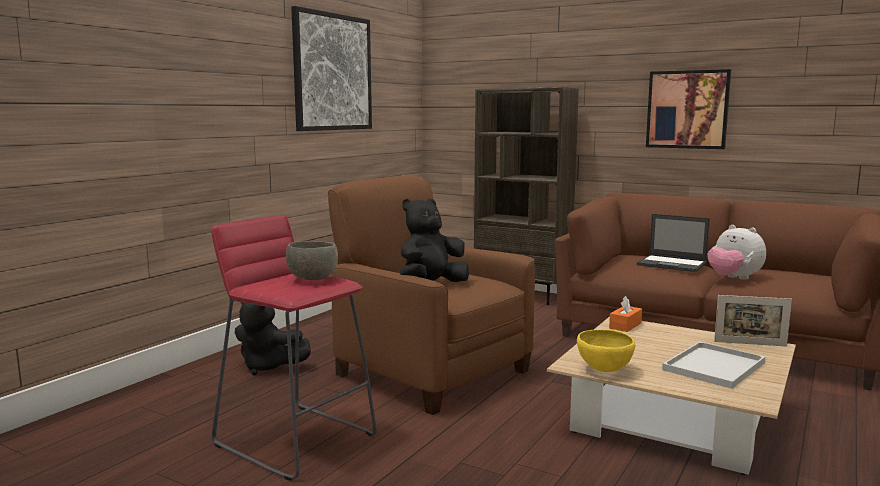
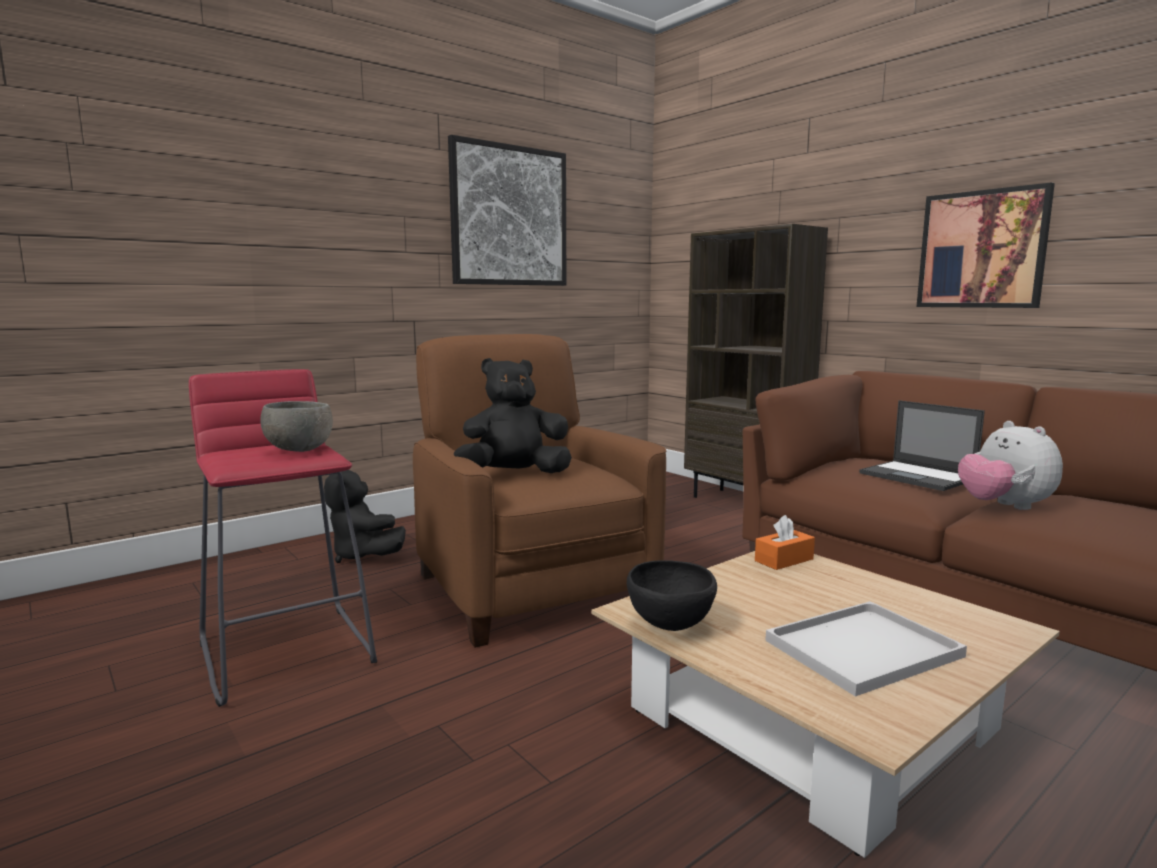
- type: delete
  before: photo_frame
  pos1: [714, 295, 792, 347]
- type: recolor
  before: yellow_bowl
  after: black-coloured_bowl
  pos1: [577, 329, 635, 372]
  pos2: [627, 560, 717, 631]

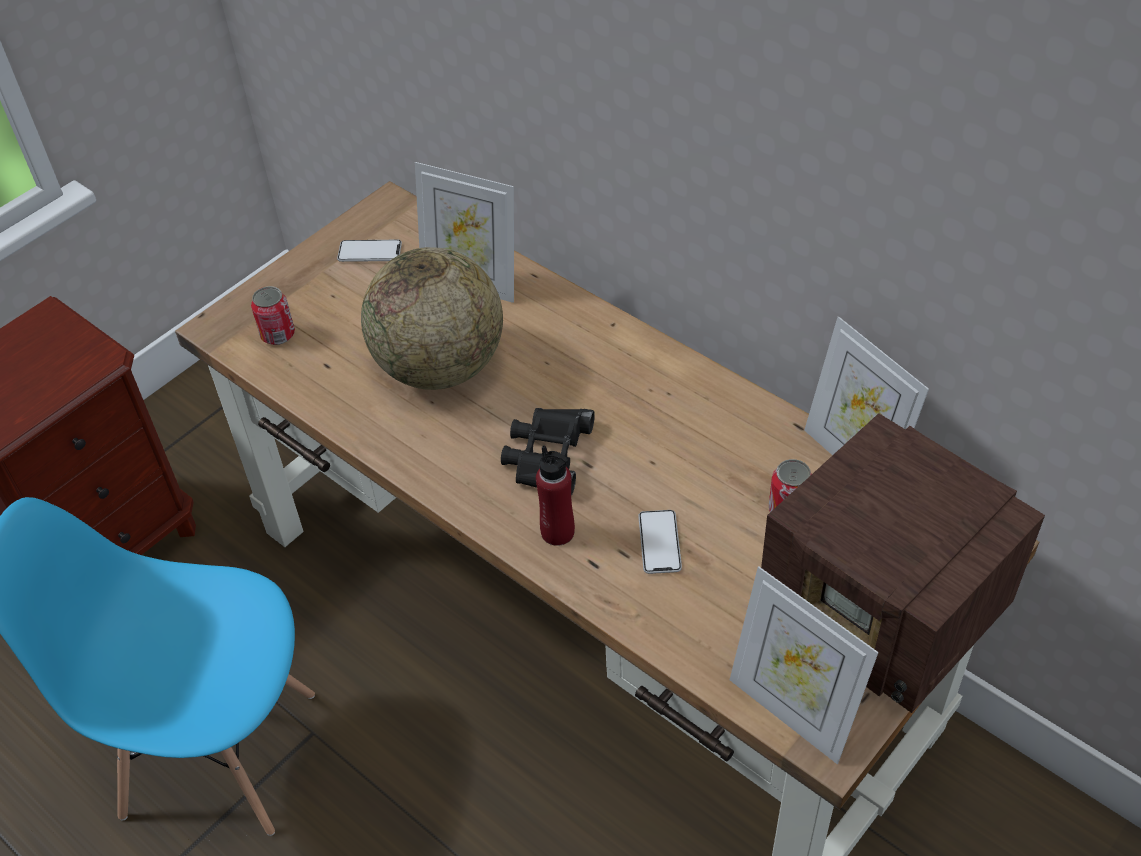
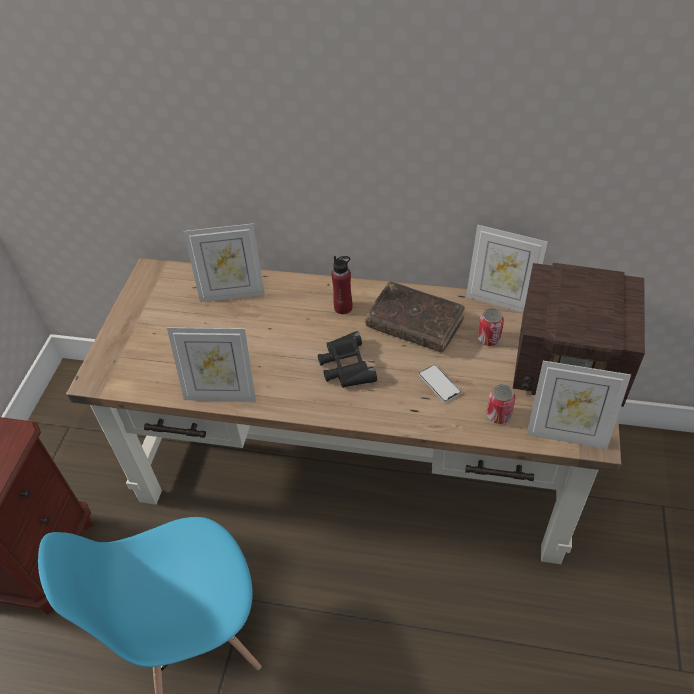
- type: delete
  before: telephone
  pos1: [337, 240, 402, 262]
- type: delete
  before: world_globe
  pos1: [361, 247, 503, 390]
- type: insert
  after: photo_frame
  pos2: [167, 327, 256, 402]
- type: insert
  after: brown_bound_book
  pos2: [365, 282, 465, 353]
- type: move
  before: sealed_can
  pos1: [251, 286, 295, 345]
  pos2: [486, 384, 516, 424]
- type: move
  before: reddish_bottle
  pos1: [536, 445, 575, 546]
  pos2: [331, 256, 352, 314]

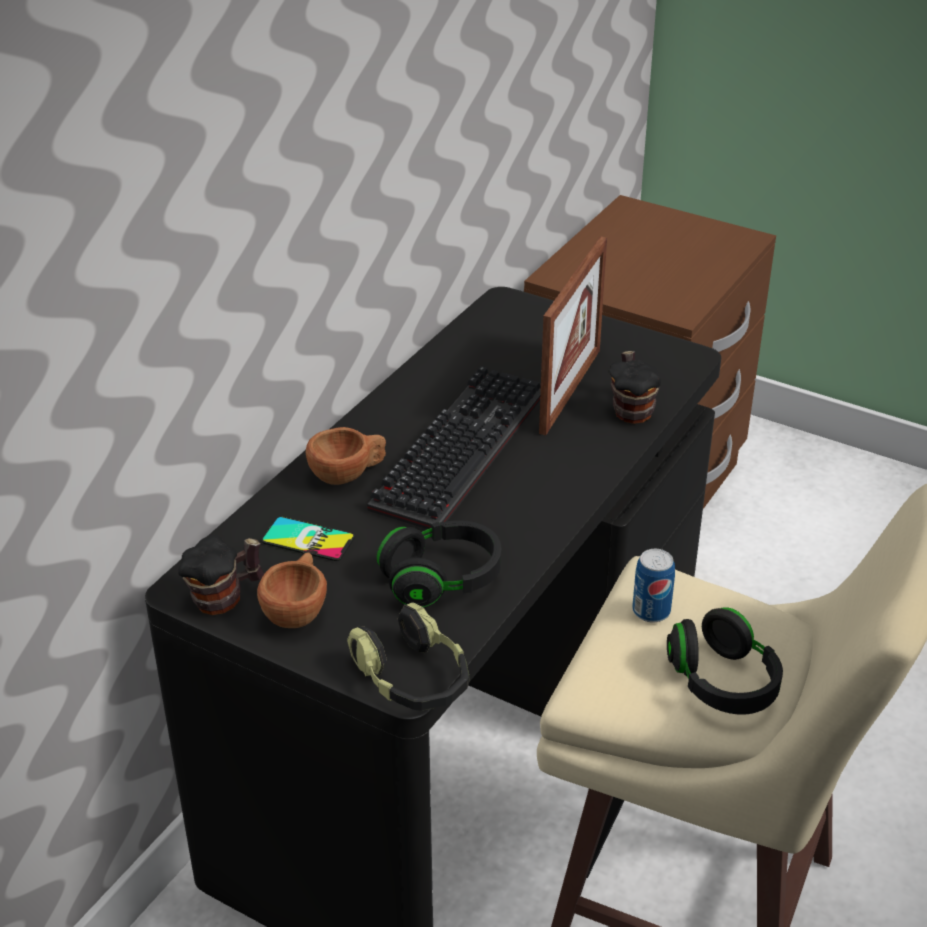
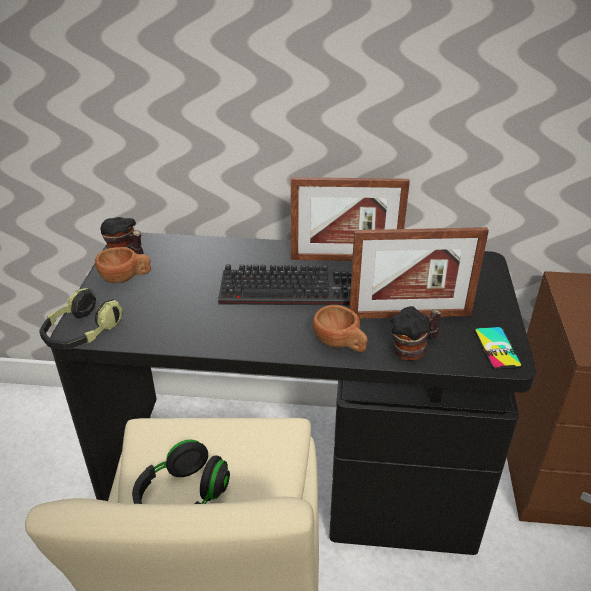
- type: delete
  before: black-coloured_pair_of_headphones
  pos1: [377, 520, 501, 607]
- type: delete
  before: sealed_can
  pos1: [632, 549, 675, 623]
- type: insert
  after: photo_frame
  pos2: [291, 177, 410, 261]
- type: move
  before: telephone
  pos1: [261, 517, 355, 561]
  pos2: [474, 327, 522, 370]
- type: move
  before: brown_small_cup
  pos1: [306, 427, 386, 485]
  pos2: [313, 305, 368, 352]

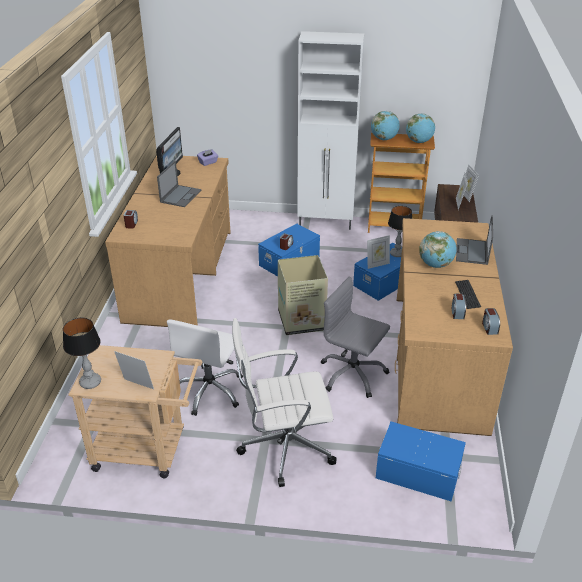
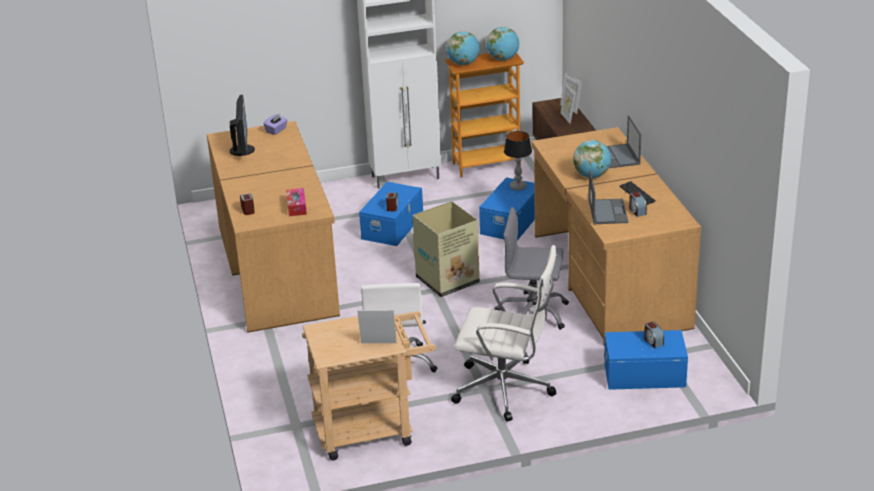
- type: delete
  before: table_lamp
  pos1: [63, 318, 101, 389]
- type: delete
  before: photo_frame
  pos1: [367, 235, 390, 269]
- type: insert
  after: box_of_tissues
  pos2: [286, 188, 307, 216]
- type: move
  before: notebook_computer
  pos1: [157, 161, 201, 207]
  pos2: [589, 170, 629, 224]
- type: move
  before: bedside_clock
  pos1: [482, 308, 500, 335]
  pos2: [644, 322, 664, 349]
- type: rotate
  before: white-coloured_desk_chair
  pos1: [232, 318, 337, 487]
  pos2: [451, 245, 557, 422]
  turn: -135

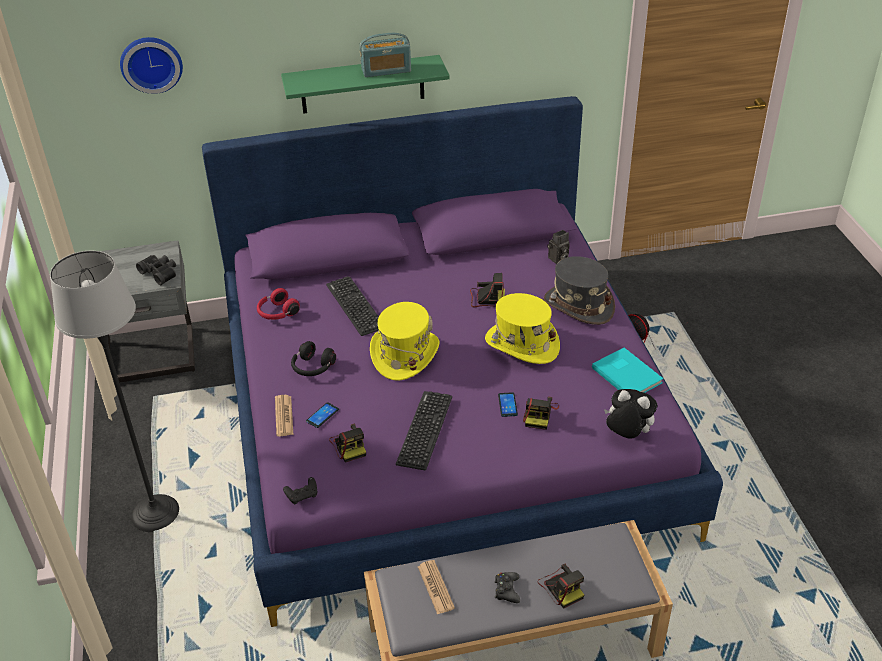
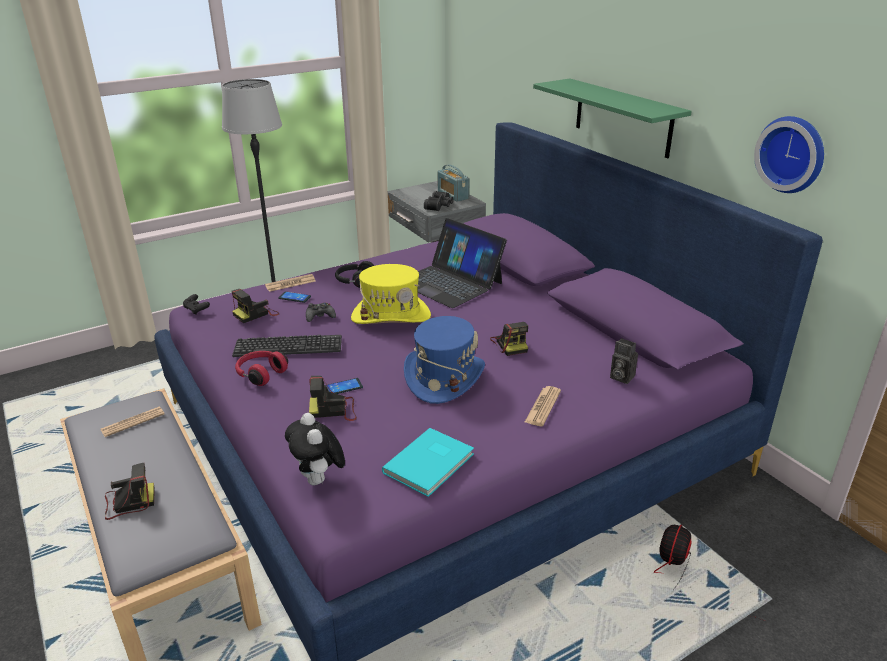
- type: move
  before: hanging_clock
  pos1: [120, 37, 183, 94]
  pos2: [754, 116, 824, 193]
- type: move
  before: reddish_pair_of_headphones
  pos1: [257, 288, 300, 320]
  pos2: [235, 351, 288, 386]
- type: move
  before: radio
  pos1: [360, 33, 411, 77]
  pos2: [437, 164, 469, 202]
- type: move
  before: black-coloured_gamepad
  pos1: [494, 572, 520, 603]
  pos2: [306, 302, 336, 322]
- type: replace
  before: computer_keyboard
  after: notebook_computer
  pos1: [326, 276, 379, 336]
  pos2: [417, 218, 507, 308]
- type: replace
  before: greyish_clothing_hat
  after: printed_paper
  pos1: [544, 256, 615, 325]
  pos2: [525, 386, 561, 426]
- type: recolor
  before: yellow_clothing_hat
  after: bluish_clothing_hat
  pos1: [485, 293, 560, 364]
  pos2: [404, 316, 485, 404]
- type: rotate
  before: photo_camera
  pos1: [537, 563, 584, 609]
  pos2: [105, 463, 155, 520]
  turn: -150
- type: rotate
  before: soft_toy
  pos1: [604, 389, 657, 439]
  pos2: [285, 413, 345, 485]
  turn: 150

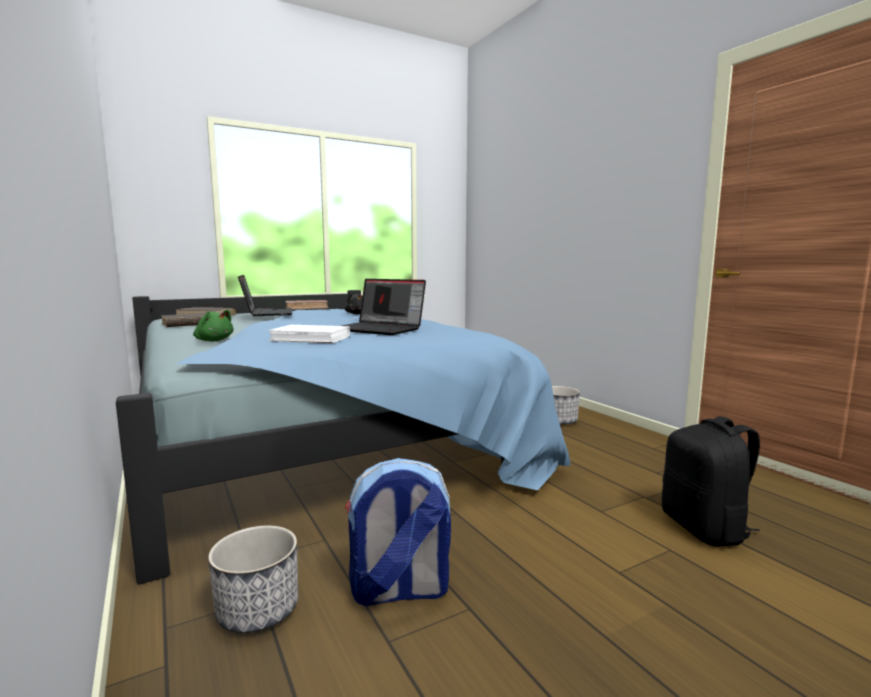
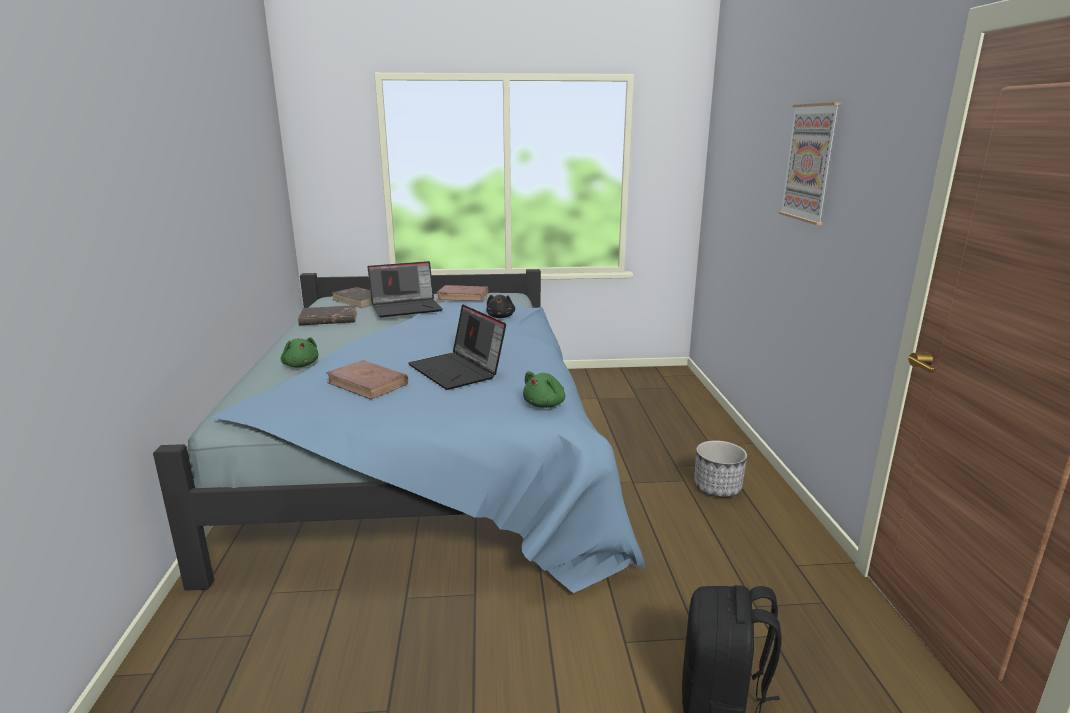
- type: delete
  before: planter
  pos1: [208, 526, 298, 633]
- type: delete
  before: rucksack
  pos1: [345, 458, 451, 606]
- type: insert
  after: greenish_soft_toy
  pos2: [523, 371, 565, 408]
- type: insert
  after: wall_art
  pos2: [779, 102, 841, 225]
- type: recolor
  before: white-coloured_bound_book
  after: brown_bound_book
  pos1: [268, 325, 350, 343]
  pos2: [326, 360, 408, 399]
- type: rotate
  before: notebook_computer
  pos1: [238, 275, 292, 316]
  pos2: [368, 261, 443, 317]
  turn: 60

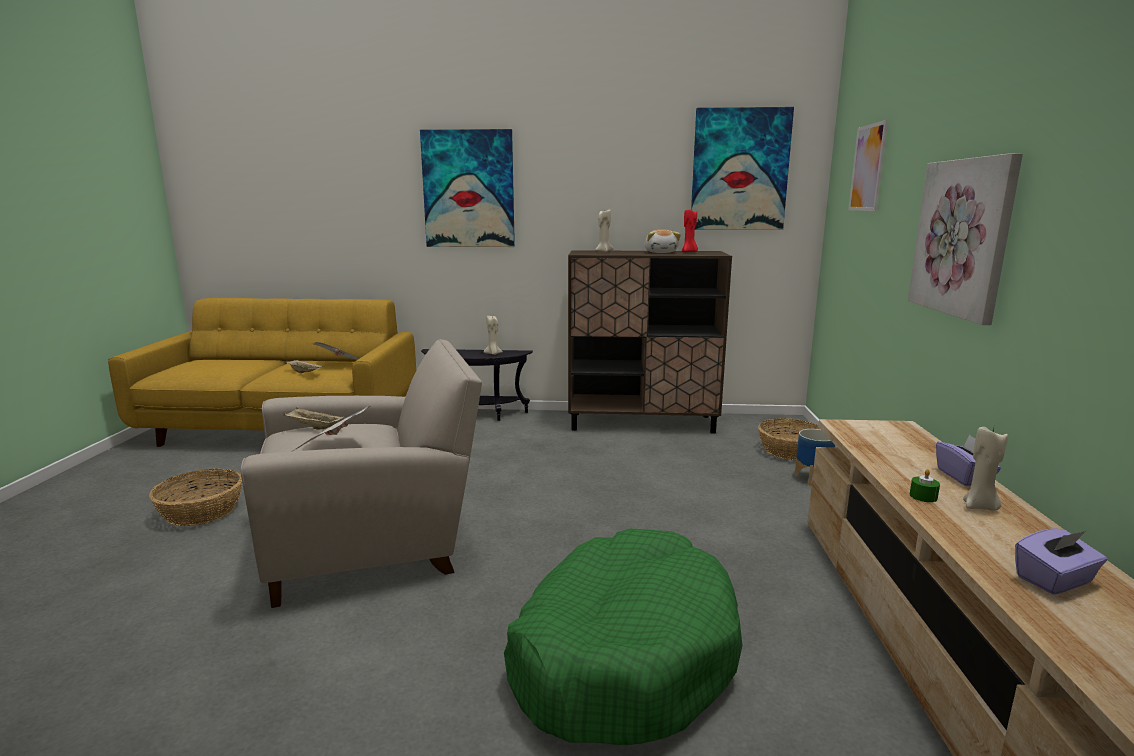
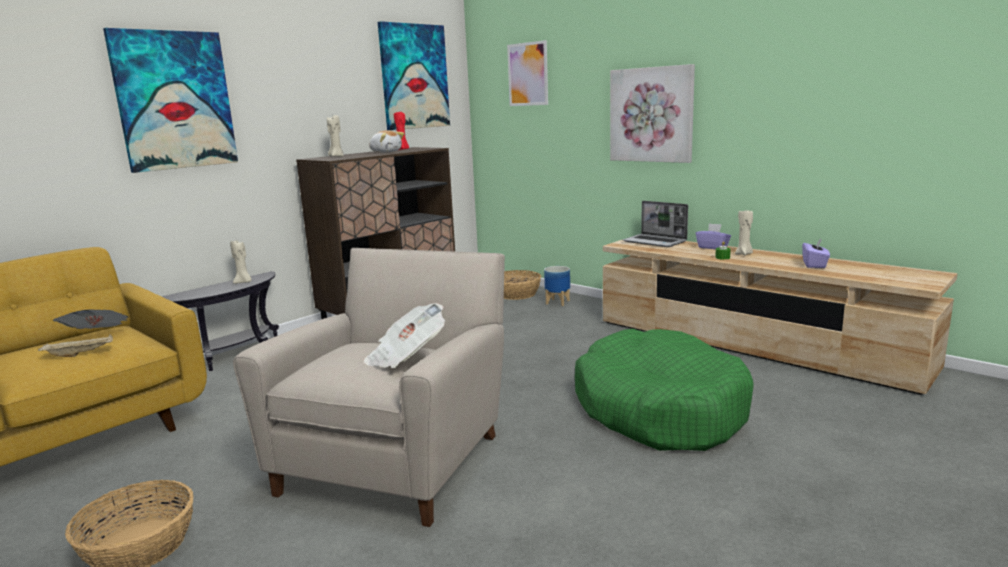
- type: delete
  before: beige-coloured_tray
  pos1: [283, 408, 345, 429]
- type: insert
  after: notebook_computer
  pos2: [623, 201, 688, 247]

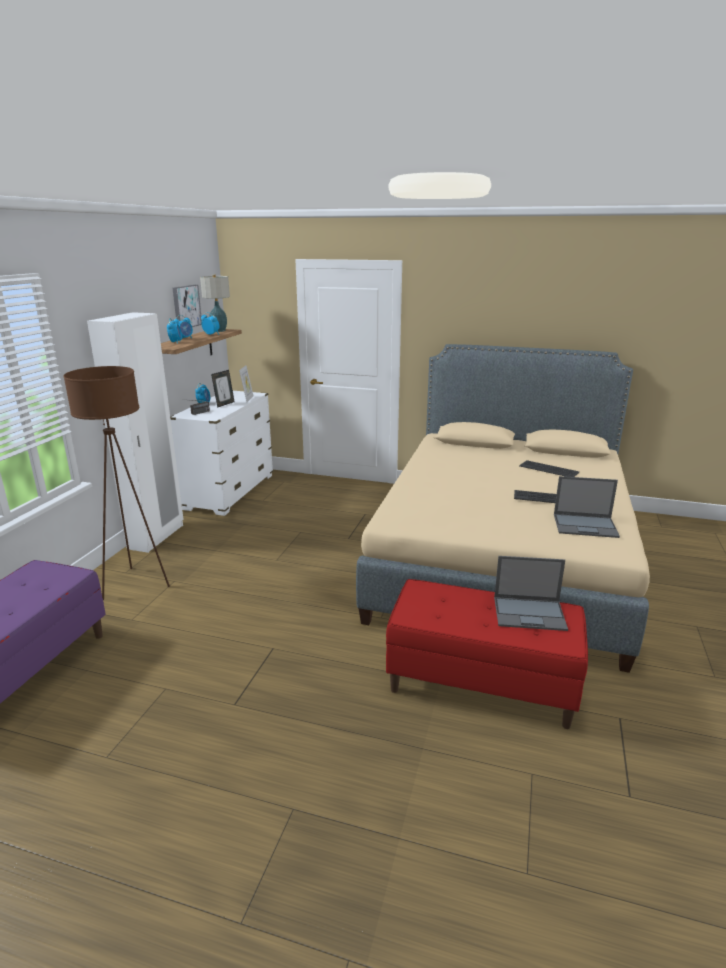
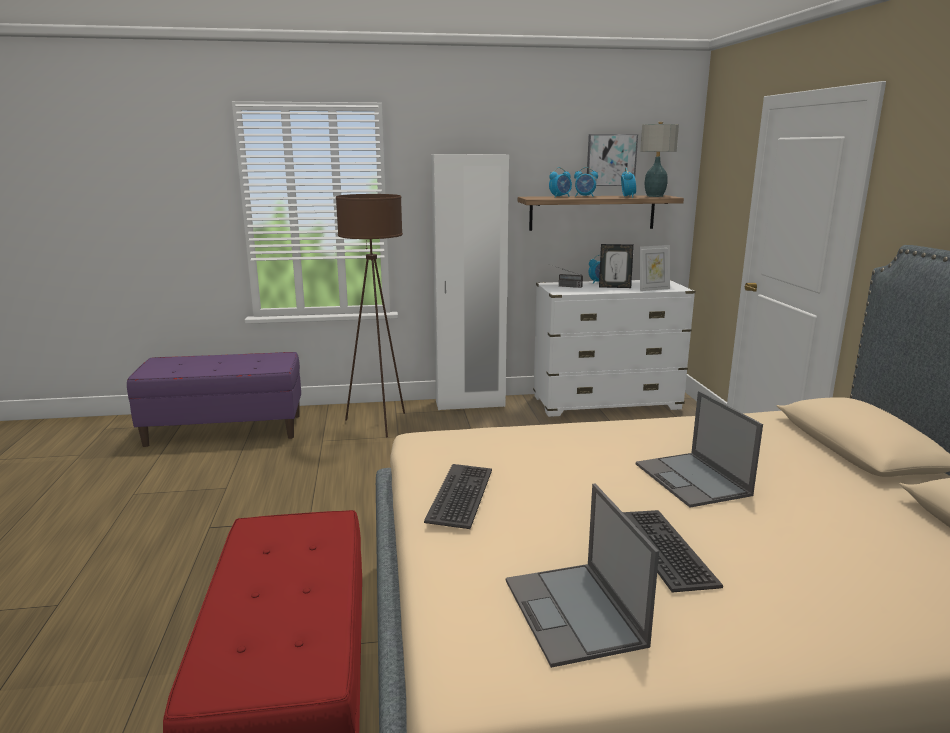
- type: move
  before: notebook_computer
  pos1: [494, 556, 568, 631]
  pos2: [636, 391, 763, 508]
- type: move
  before: computer_keyboard
  pos1: [519, 460, 579, 477]
  pos2: [424, 464, 492, 529]

